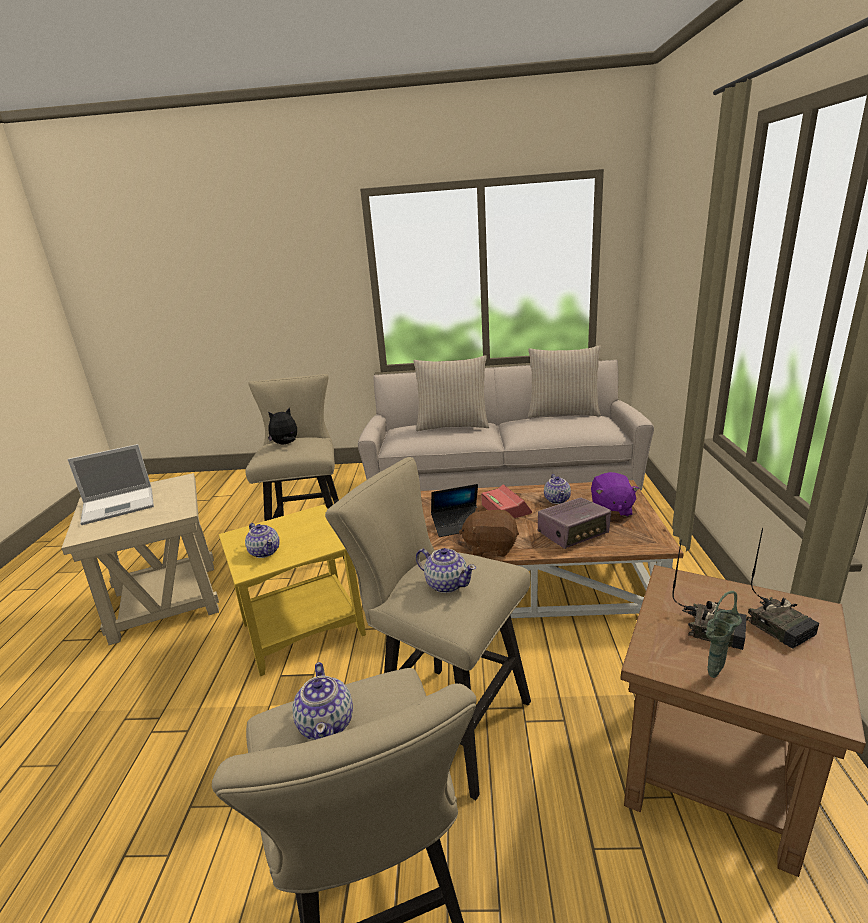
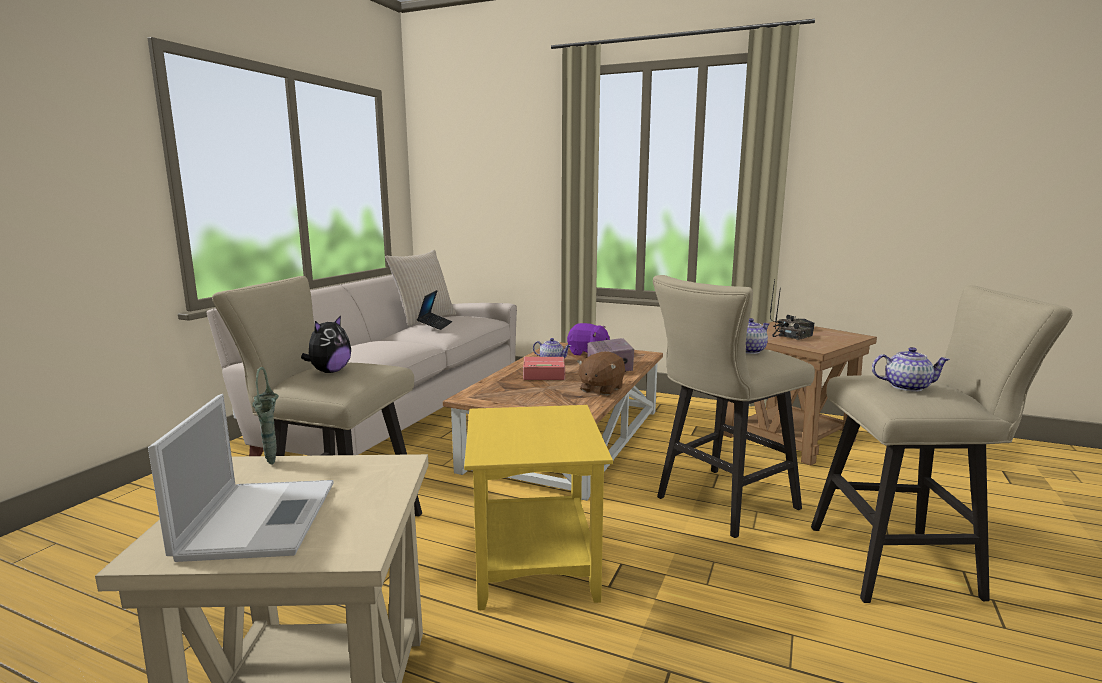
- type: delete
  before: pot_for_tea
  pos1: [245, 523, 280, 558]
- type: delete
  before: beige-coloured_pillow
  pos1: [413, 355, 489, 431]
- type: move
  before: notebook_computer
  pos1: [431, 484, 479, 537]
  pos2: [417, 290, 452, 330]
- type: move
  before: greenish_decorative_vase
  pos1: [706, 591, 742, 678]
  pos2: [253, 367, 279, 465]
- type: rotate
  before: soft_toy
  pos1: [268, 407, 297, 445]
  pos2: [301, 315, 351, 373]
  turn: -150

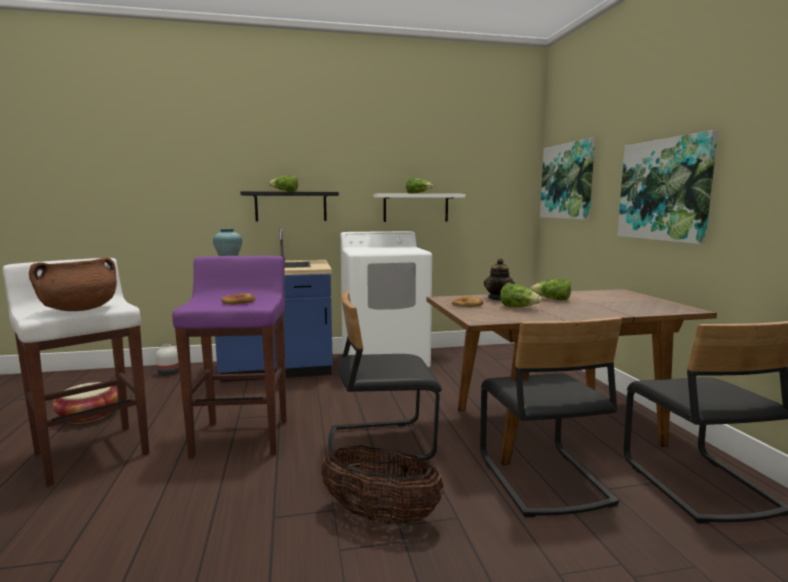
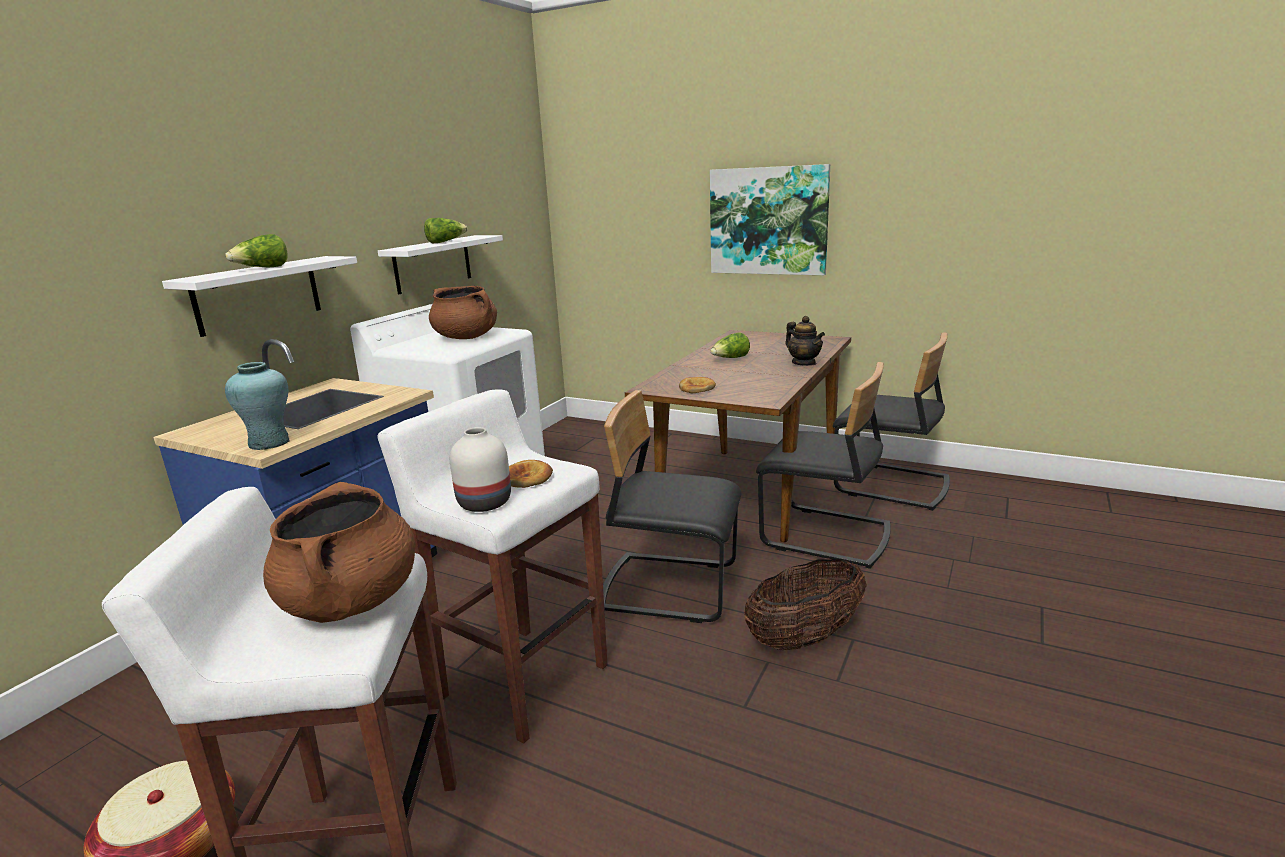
- type: delete
  before: head_of_lettuce
  pos1: [500, 283, 542, 307]
- type: delete
  before: wall_art
  pos1: [540, 138, 595, 220]
- type: insert
  after: brown_stockpot
  pos2: [429, 286, 497, 339]
- type: move
  before: white-coloured_decorative_vase
  pos1: [156, 344, 179, 376]
  pos2: [450, 427, 511, 512]
- type: move
  before: pot_for_tea
  pos1: [484, 258, 515, 301]
  pos2: [785, 316, 825, 366]
- type: recolor
  before: purple_sitting_stool
  after: white-coloured_sitting_stool
  pos1: [172, 256, 287, 458]
  pos2: [377, 389, 608, 744]
- type: recolor
  before: black-coloured_bracket_shelf
  after: white-coloured_bracket_shelf
  pos1: [240, 191, 339, 221]
  pos2: [162, 256, 357, 337]
- type: rotate
  before: black-coloured_chair
  pos1: [328, 291, 442, 464]
  pos2: [603, 390, 742, 623]
  turn: 75

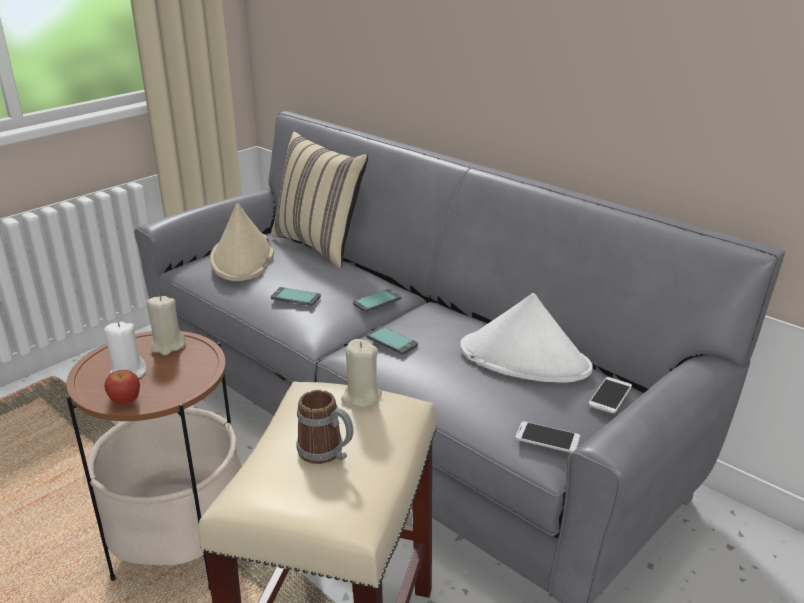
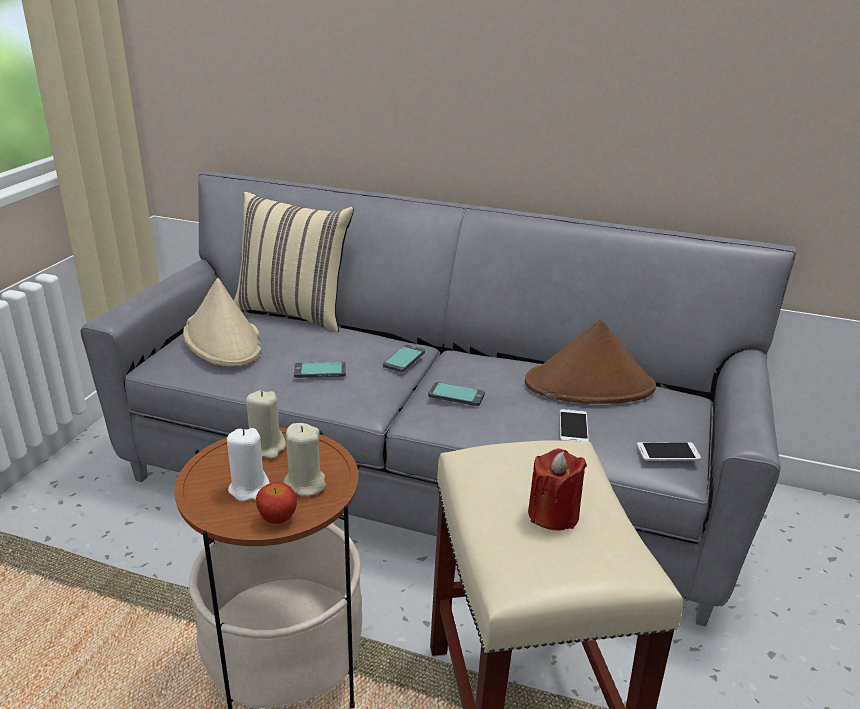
- type: move
  before: beige-coloured_candle
  pos1: [341, 339, 382, 407]
  pos2: [283, 423, 326, 496]
- type: move
  before: telephone
  pos1: [588, 377, 632, 414]
  pos2: [560, 409, 589, 442]
- type: replace
  before: mug
  after: reddish_candle
  pos1: [296, 390, 353, 464]
  pos2: [528, 448, 587, 531]
- type: recolor
  before: white-coloured_clothing_hat
  after: brown_clothing_hat
  pos1: [460, 293, 593, 383]
  pos2: [525, 320, 656, 404]

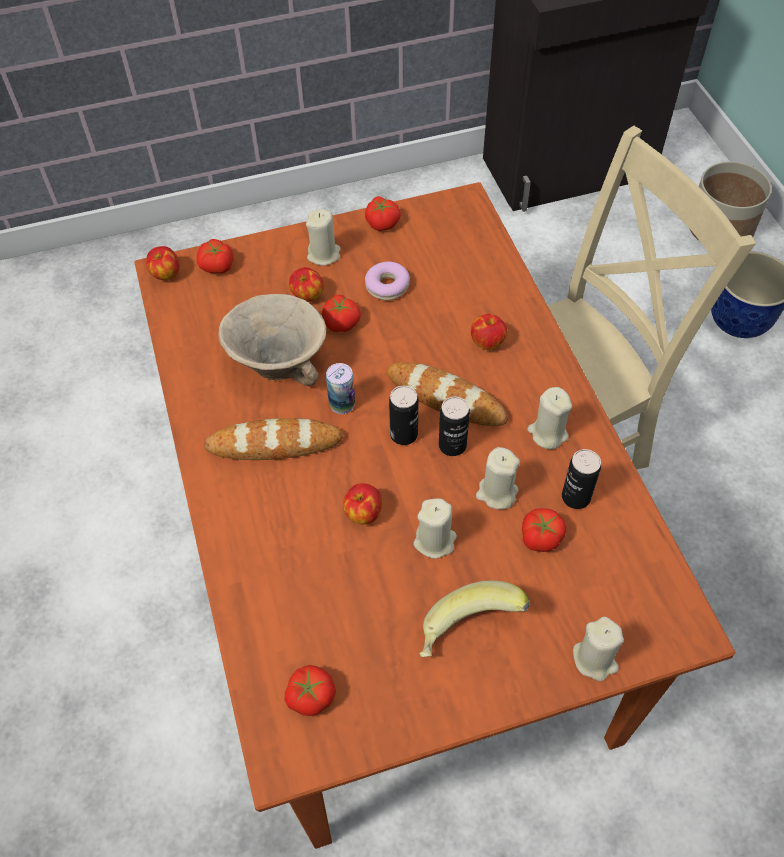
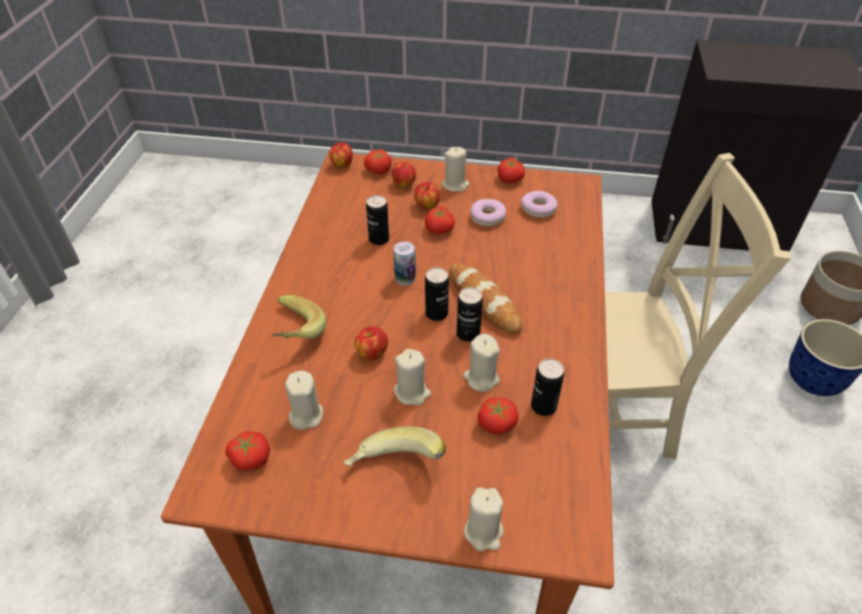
- type: delete
  before: baked_bread
  pos1: [204, 418, 343, 460]
- type: insert
  after: whole_banana
  pos2: [272, 295, 326, 339]
- type: insert
  after: doughnut
  pos2: [521, 191, 558, 218]
- type: move
  before: apple
  pos1: [471, 314, 507, 350]
  pos2: [391, 162, 416, 188]
- type: move
  before: beige-coloured_candle
  pos1: [527, 387, 572, 449]
  pos2: [285, 371, 323, 430]
- type: replace
  before: beige-coloured_bowl
  after: sealed_can
  pos1: [218, 294, 326, 386]
  pos2: [366, 195, 389, 245]

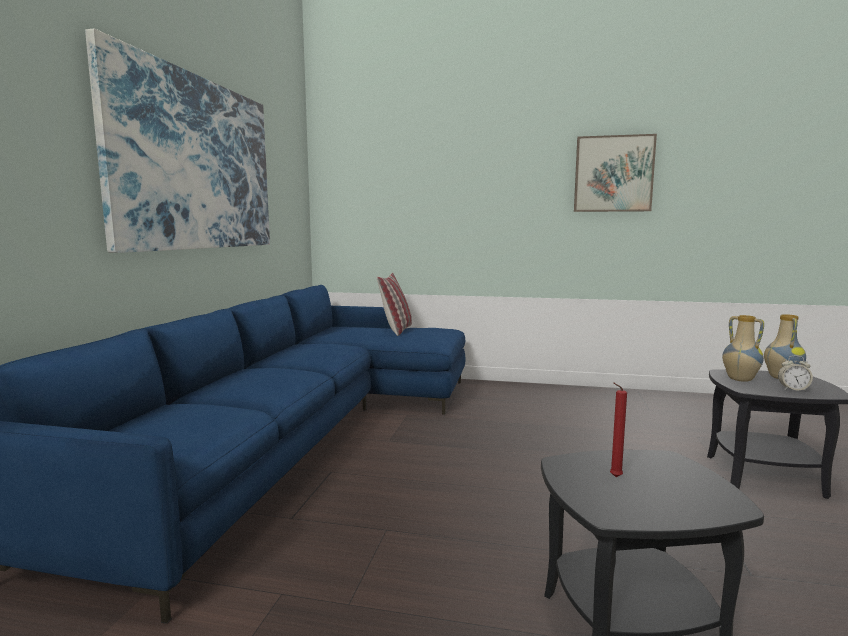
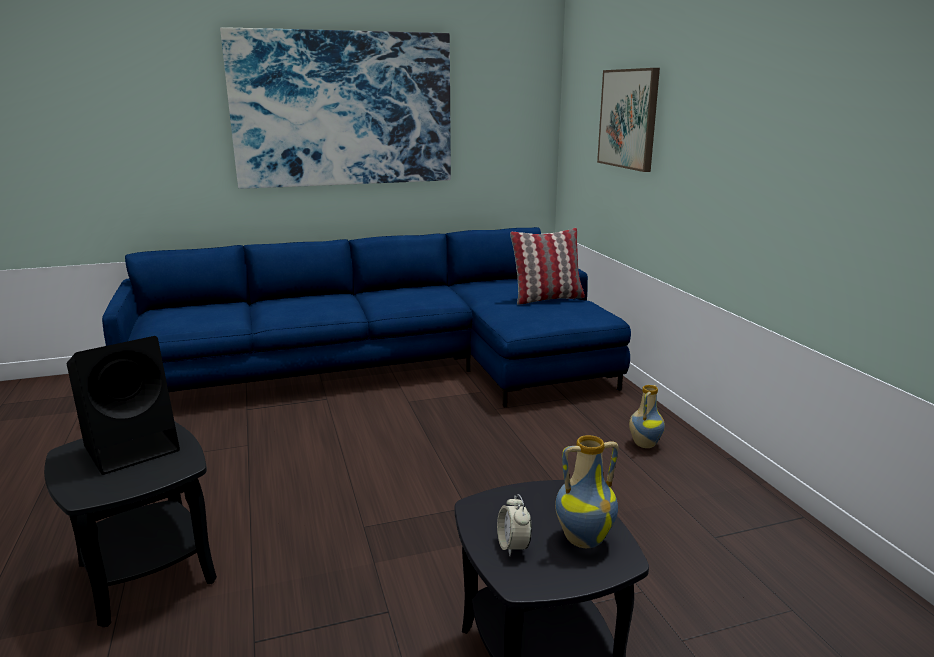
- type: move
  before: wall_art
  pos1: [574, 134, 657, 212]
  pos2: [597, 68, 660, 172]
- type: move
  before: decorative_vase
  pos1: [722, 315, 764, 382]
  pos2: [629, 385, 665, 448]
- type: replace
  before: reddish_candle
  after: black-coloured_loudspeaker
  pos1: [610, 382, 627, 477]
  pos2: [67, 336, 180, 475]

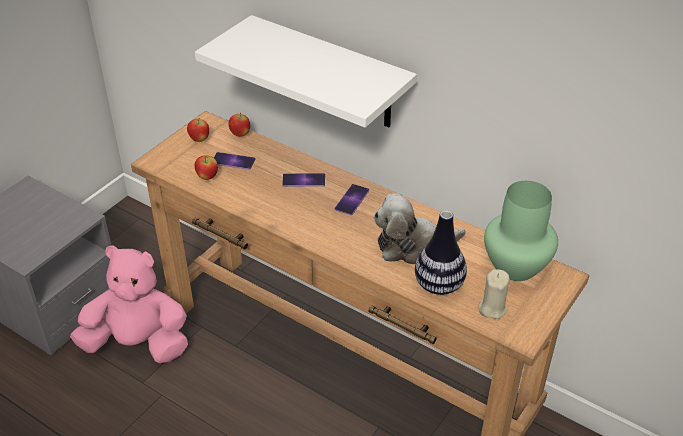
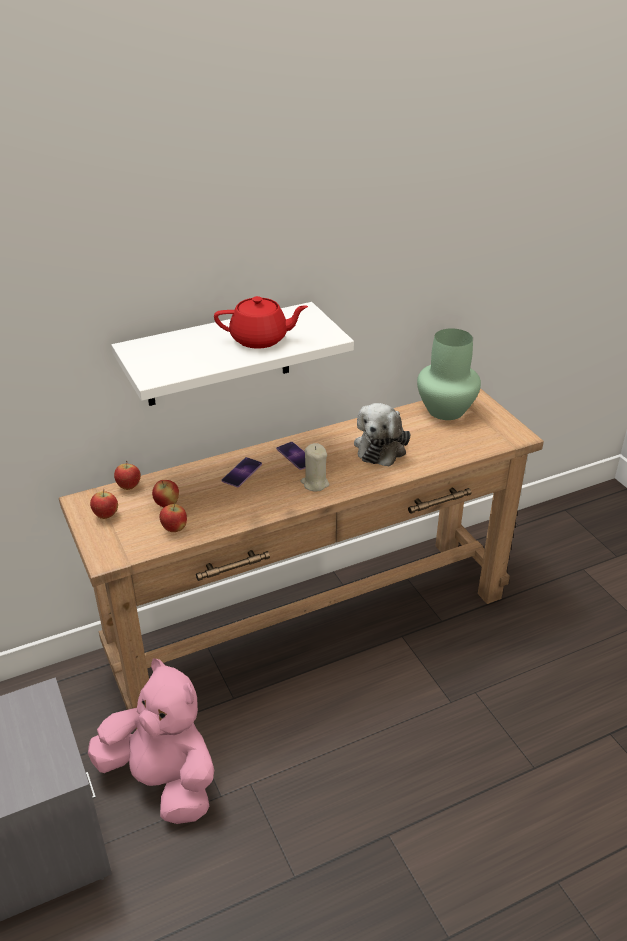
- type: delete
  before: decorative_vase
  pos1: [415, 210, 467, 295]
- type: insert
  after: reddish_pot_for_tea
  pos2: [214, 296, 308, 349]
- type: move
  before: beige-coloured_candle
  pos1: [479, 269, 510, 319]
  pos2: [301, 443, 329, 492]
- type: replace
  before: telephone
  after: apple
  pos1: [214, 152, 256, 170]
  pos2: [152, 480, 179, 507]
- type: rotate
  before: pink_soft_toy
  pos1: [70, 245, 188, 363]
  pos2: [88, 658, 214, 824]
  turn: 90

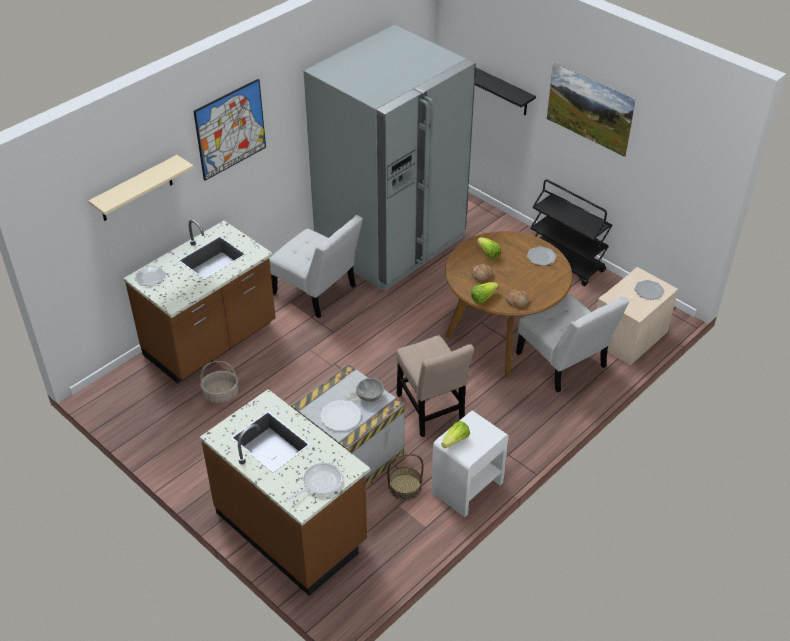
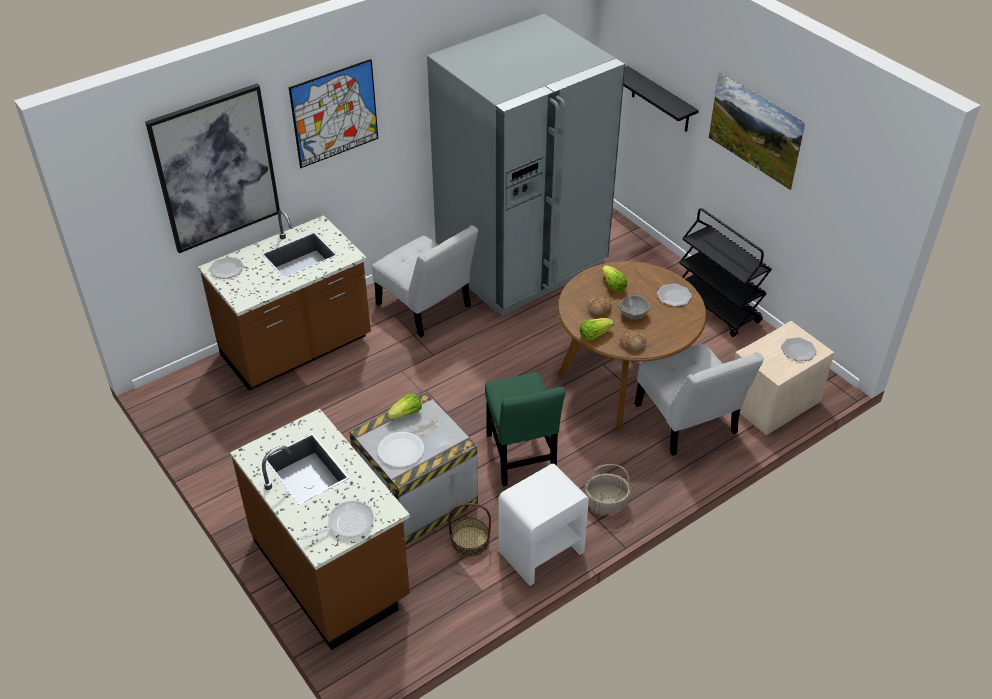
- type: move
  before: household_basket
  pos1: [200, 361, 238, 403]
  pos2: [585, 464, 631, 514]
- type: move
  before: greyish_bowl
  pos1: [356, 378, 384, 402]
  pos2: [620, 295, 650, 320]
- type: move
  before: head_of_lettuce
  pos1: [441, 421, 470, 449]
  pos2: [387, 393, 422, 420]
- type: replace
  before: beige-coloured_bracket_shelf
  after: wall_art
  pos1: [88, 155, 194, 221]
  pos2: [145, 84, 280, 253]
- type: recolor
  before: beige-coloured_chair
  after: greenish_chair
  pos1: [397, 335, 474, 437]
  pos2: [485, 372, 566, 486]

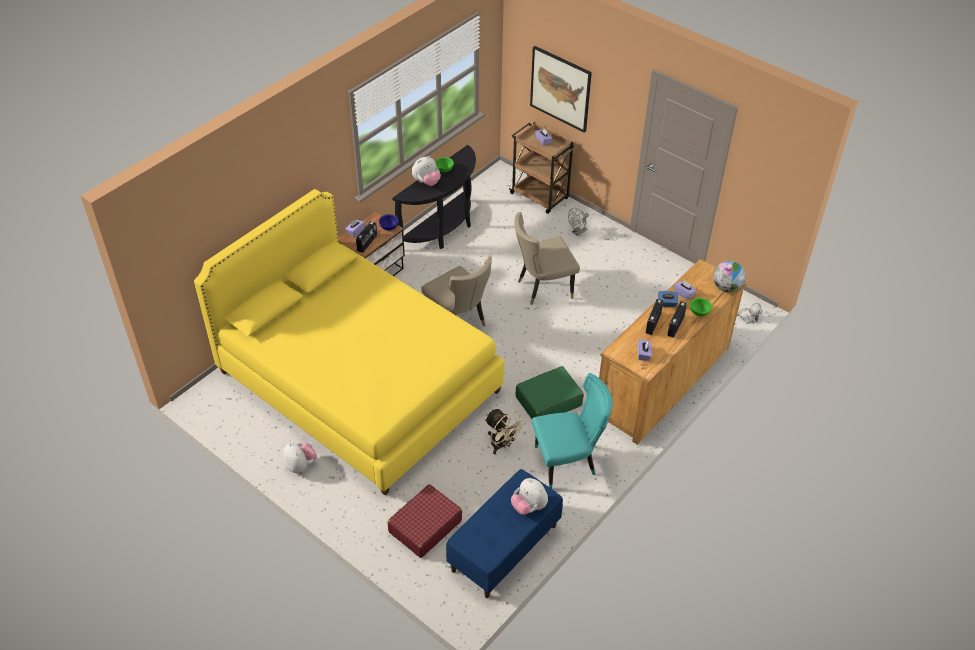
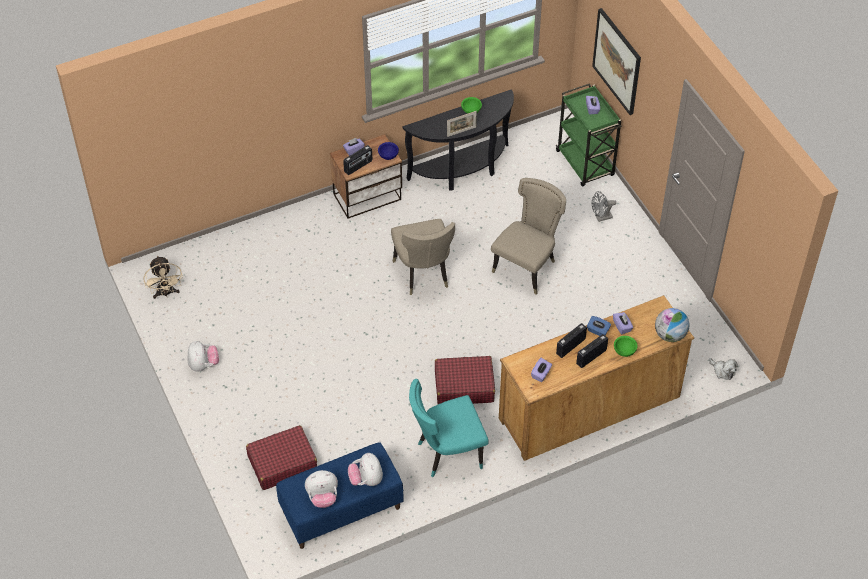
- type: delete
  before: yellow_sleeping_bed
  pos1: [194, 189, 504, 495]
- type: insert
  after: photo_frame
  pos2: [447, 111, 477, 137]
- type: move
  before: soft_toy
  pos1: [412, 156, 441, 186]
  pos2: [305, 470, 338, 508]
- type: move
  before: beige-coloured_electric_fan
  pos1: [485, 409, 525, 454]
  pos2: [143, 256, 183, 299]
- type: recolor
  before: brown_wheeled_cart
  after: greenish_wheeled_cart
  pos1: [509, 122, 576, 214]
  pos2: [555, 83, 622, 187]
- type: recolor
  before: greenish_suitcase
  after: reddish_suitcase
  pos1: [516, 366, 584, 419]
  pos2: [435, 356, 495, 404]
- type: rotate
  before: beige-coloured_chair
  pos1: [514, 212, 580, 305]
  pos2: [491, 178, 566, 295]
  turn: 120
- type: rotate
  before: blue-green_chair
  pos1: [532, 373, 613, 489]
  pos2: [409, 379, 489, 477]
  turn: 150

